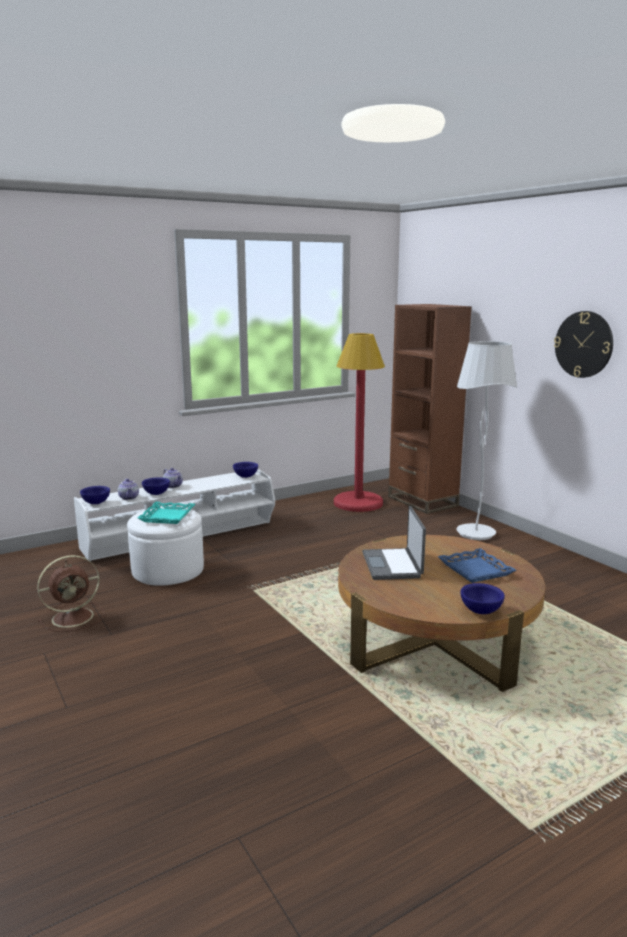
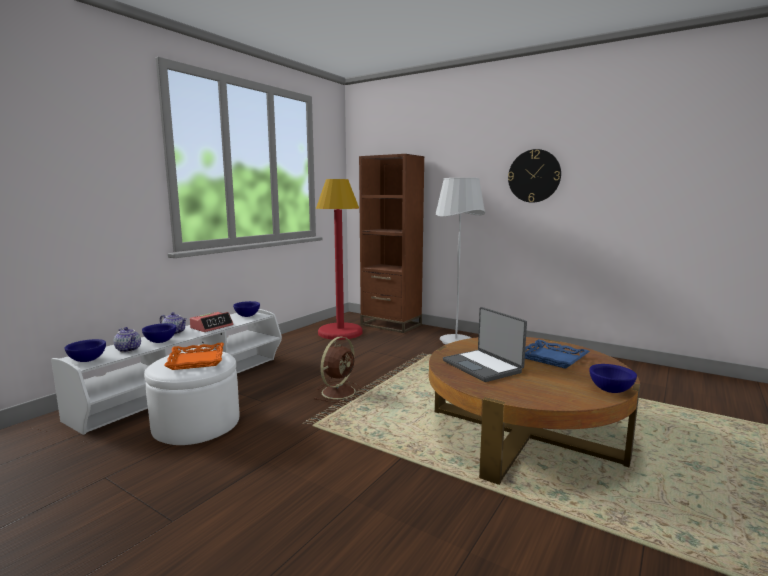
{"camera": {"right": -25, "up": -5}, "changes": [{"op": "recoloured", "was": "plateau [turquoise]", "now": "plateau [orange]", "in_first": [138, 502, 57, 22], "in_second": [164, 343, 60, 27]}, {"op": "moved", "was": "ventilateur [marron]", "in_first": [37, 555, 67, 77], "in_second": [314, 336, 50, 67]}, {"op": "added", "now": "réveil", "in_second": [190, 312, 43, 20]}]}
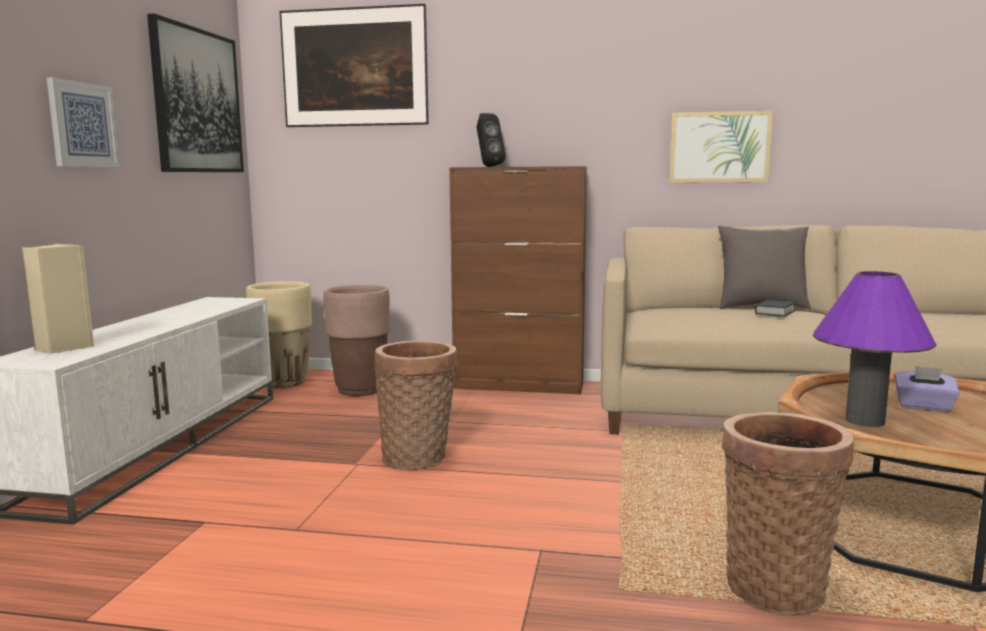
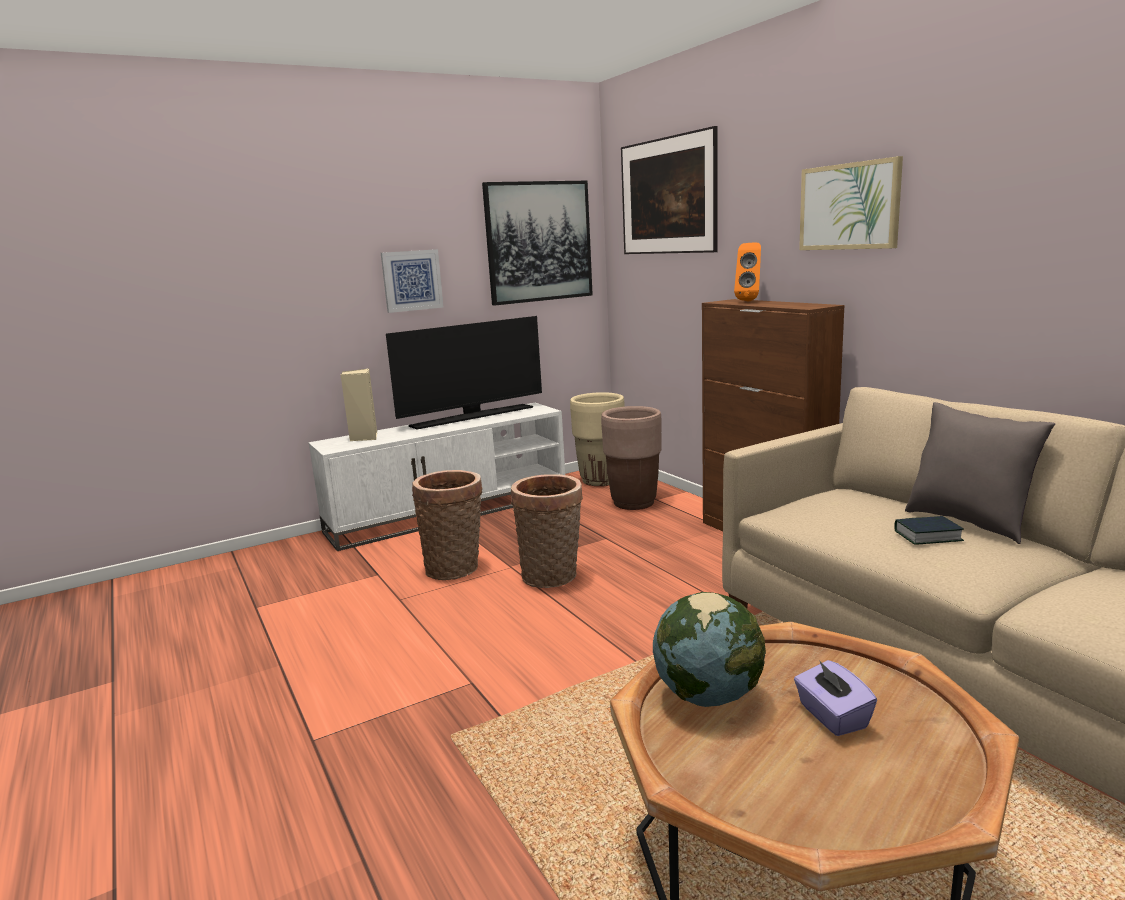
{"camera": {"right": 50, "up": 5}, "changes": [{"op": "moved", "was": "tableau", "in_first": [669, 111, 104, 72], "in_second": [799, 156, 104, 94]}, {"op": "recoloured", "was": "enceinte [noir]", "now": "enceinte [orange]", "in_first": [477, 113, 29, 54], "in_second": [734, 243, 27, 58]}, {"op": "replaced", "was": "lampe de table [violet]", "now": "globe", "in_first": [813, 271, 124, 156], "in_second": [653, 592, 113, 115]}, {"op": "moved", "was": "panier", "in_first": [722, 412, 131, 204], "in_second": [412, 470, 71, 110]}, {"op": "added", "now": "téléviseur", "in_second": [386, 316, 156, 113]}]}
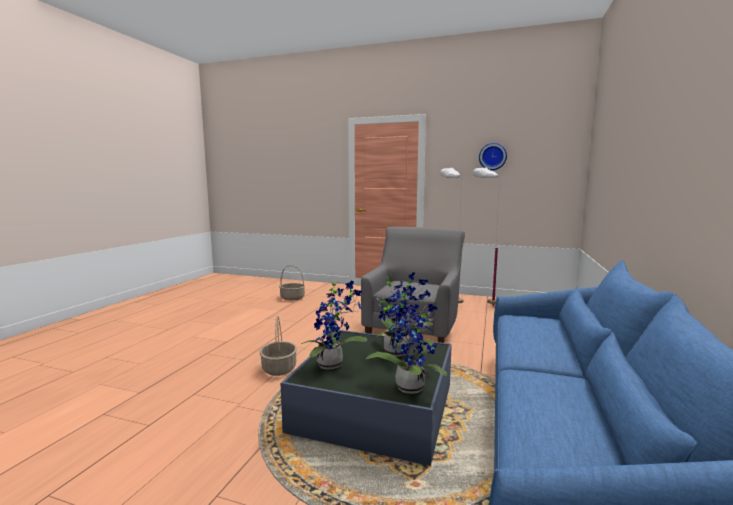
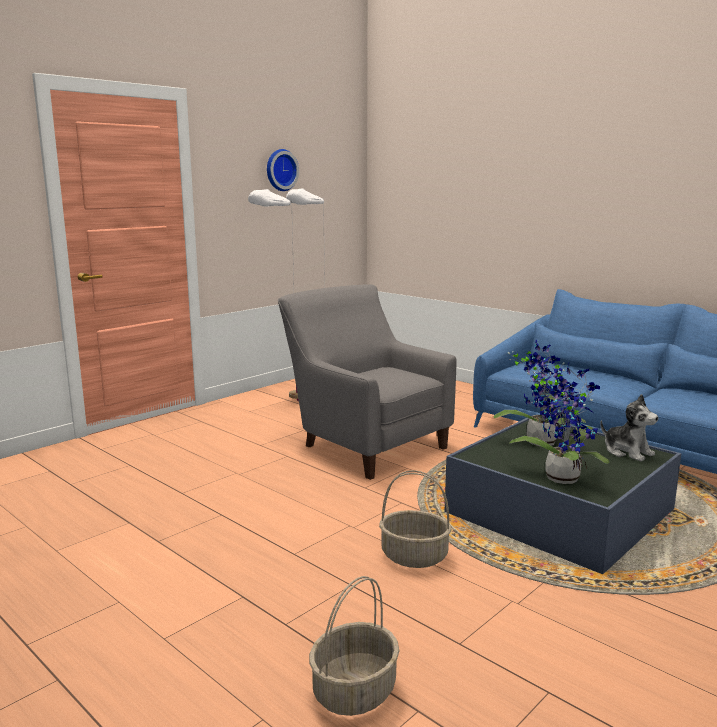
{"camera": {"right": -65, "up": 5}, "changes": [{"op": "moved", "was": "panier", "in_first": [279, 265, 26, 35], "in_second": [309, 576, 90, 140]}, {"op": "replaced", "was": "plante en pot", "now": "peluche", "in_first": [366, 289, 81, 105], "in_second": [600, 394, 58, 68]}]}
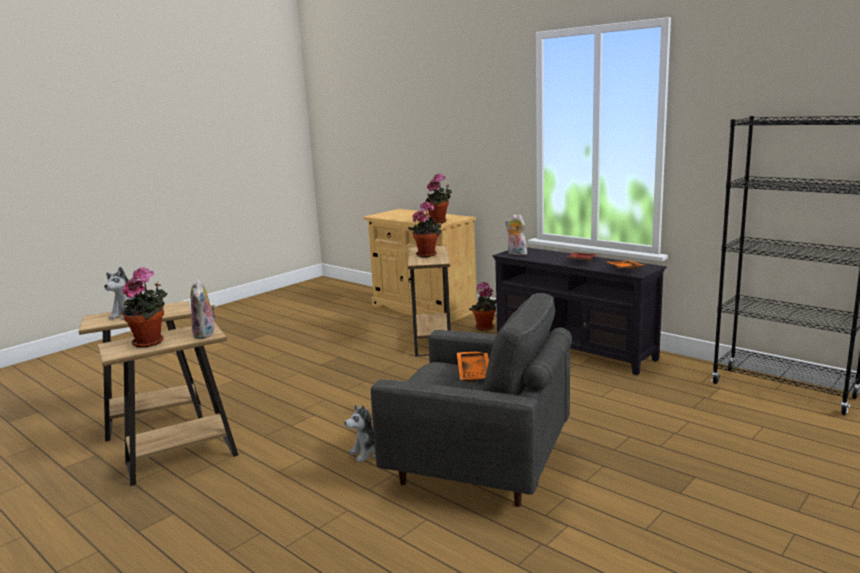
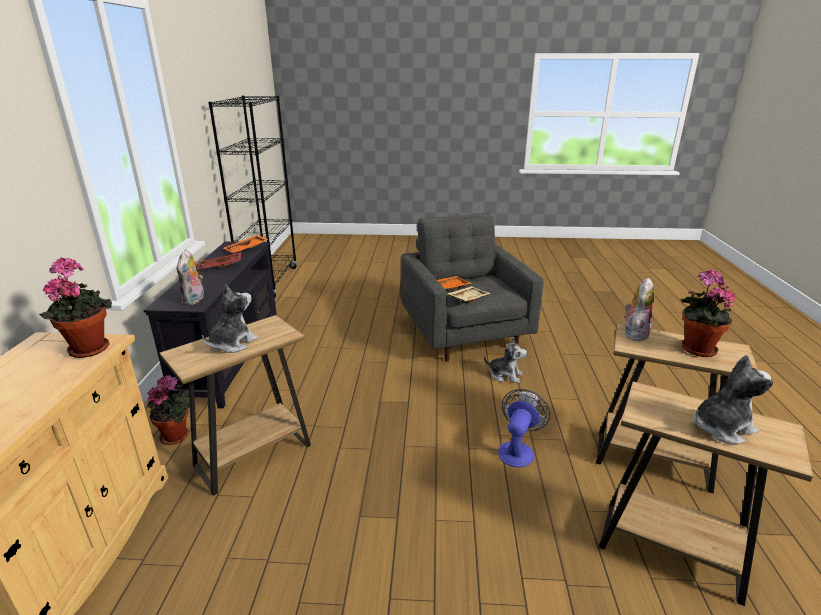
{"camera": {"right": -130, "up": 10}, "changes": [{"op": "replaced", "was": "plante en pot", "now": "peluche", "in_first": [408, 201, 34, 56], "in_second": [202, 284, 57, 69]}, {"op": "added", "now": "plateau [beige]", "in_second": [447, 286, 44, 17]}, {"op": "added", "now": "ventilateur", "in_second": [498, 389, 52, 78]}]}
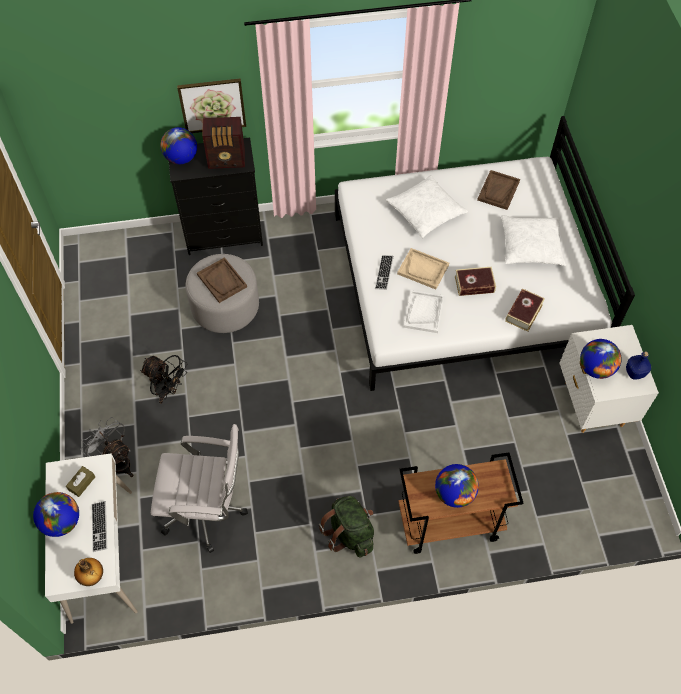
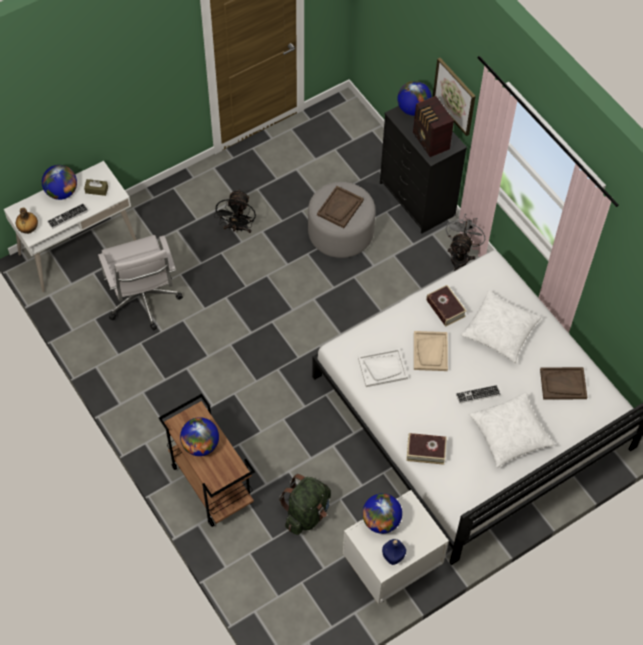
{"camera": {"right": 65, "up": 0}, "changes": [{"op": "moved", "was": "clavier", "in_first": [375, 255, 19, 35], "in_second": [456, 385, 45, 18]}, {"op": "moved", "was": "livre", "in_first": [455, 267, 41, 29], "in_second": [426, 285, 41, 42]}, {"op": "moved", "was": "ventilateur [gris]", "in_first": [81, 417, 52, 60], "in_second": [446, 215, 39, 56]}, {"op": "moved", "was": "sac à dos [vert]", "in_first": [319, 496, 55, 61], "in_second": [279, 474, 52, 61]}]}
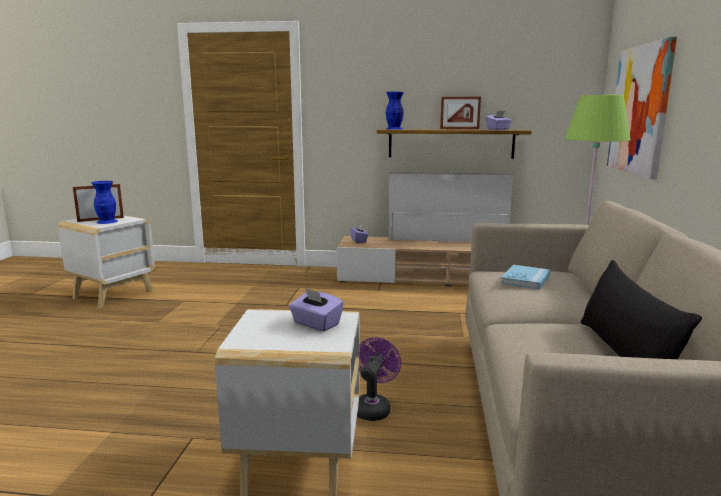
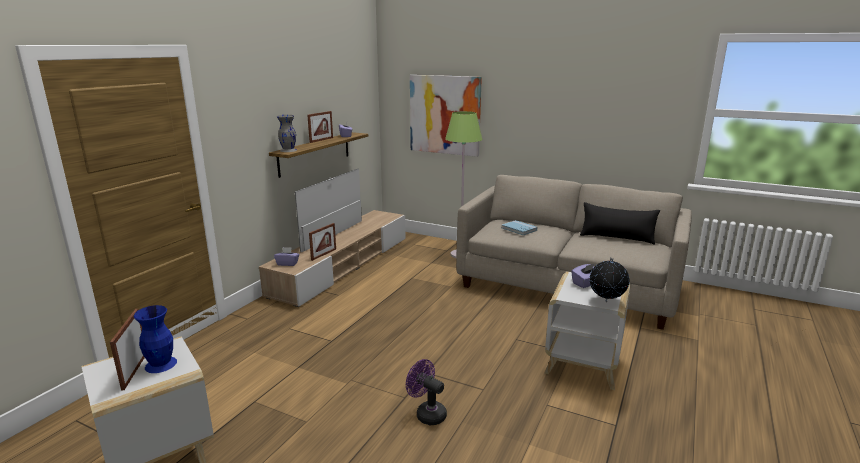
{"camera": {"right": -70, "up": 5}, "changes": [{"op": "recoloured", "was": "vase [bleu]", "now": "vase [gris]", "in_first": [386, 92, 18, 38], "in_second": [277, 115, 20, 37]}, {"op": "moved", "was": "ventilateur [violet]", "in_first": [357, 337, 44, 84], "in_second": [406, 359, 41, 66]}, {"op": "added", "now": "cadre photo", "in_second": [309, 223, 27, 38]}, {"op": "added", "now": "globe", "in_second": [589, 257, 41, 44]}]}
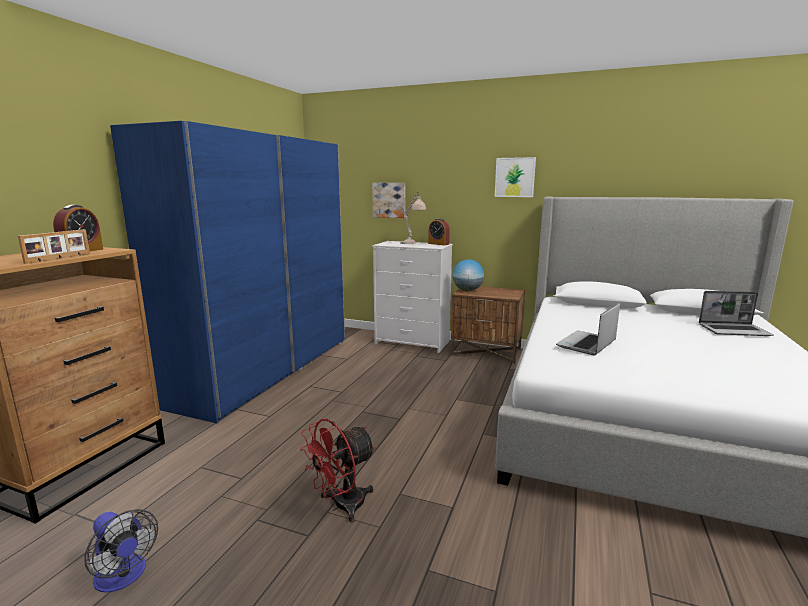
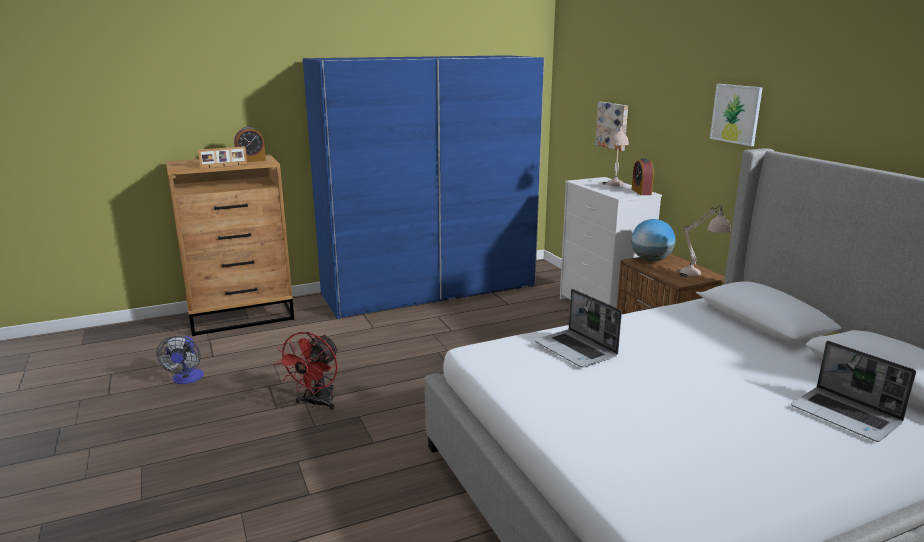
{"camera": {"right": 45, "up": 5}, "changes": [{"op": "turned", "was": "ordinateur portable", "in_first": [556, 303, 64, 52], "in_second": [535, 289, 87, 79], "clockwise": -120}, {"op": "turned", "was": "ventilateur [rouge]", "in_first": [300, 419, 76, 103], "in_second": [276, 332, 63, 78], "clockwise": -75}, {"op": "added", "now": "lampe de table [beige]", "in_second": [678, 205, 53, 72]}]}
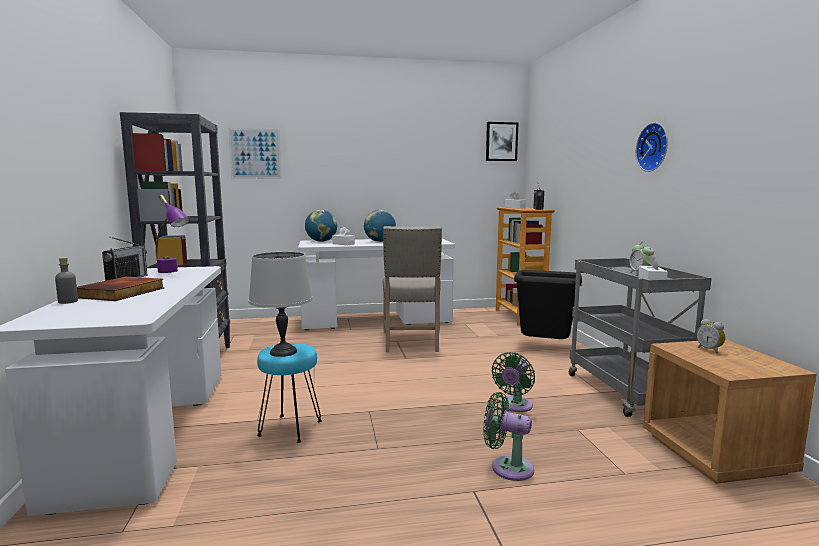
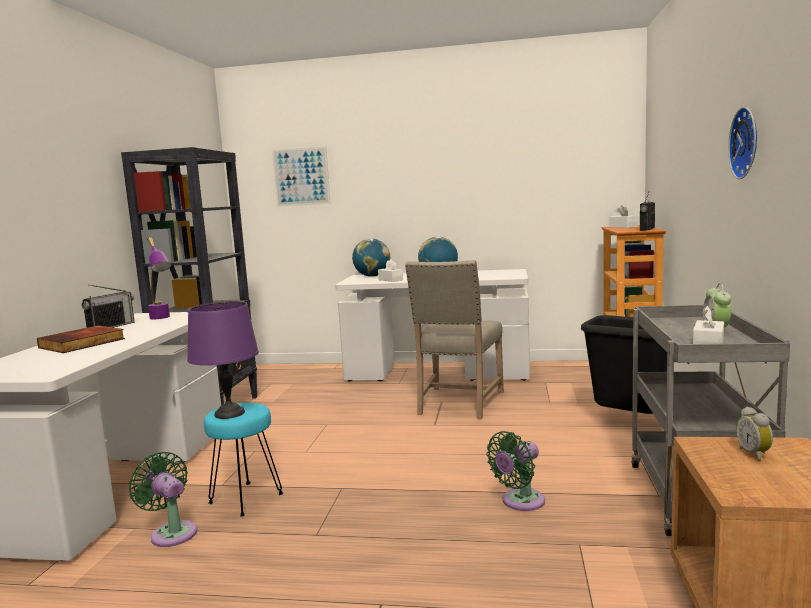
{"camera": {"right": 20, "up": 0}, "changes": [{"op": "removed", "was": "tableau", "in_first": [486, 122, 33, 39]}, {"op": "recoloured", "was": "lampe de table [gris]", "now": "lampe de table [violet]", "in_first": [249, 252, 64, 105], "in_second": [187, 301, 72, 118]}, {"op": "removed", "was": "bouteille [gris]", "in_first": [55, 257, 23, 47]}, {"op": "moved", "was": "ventilateur [vert]", "in_first": [483, 392, 51, 89], "in_second": [129, 452, 68, 95]}]}
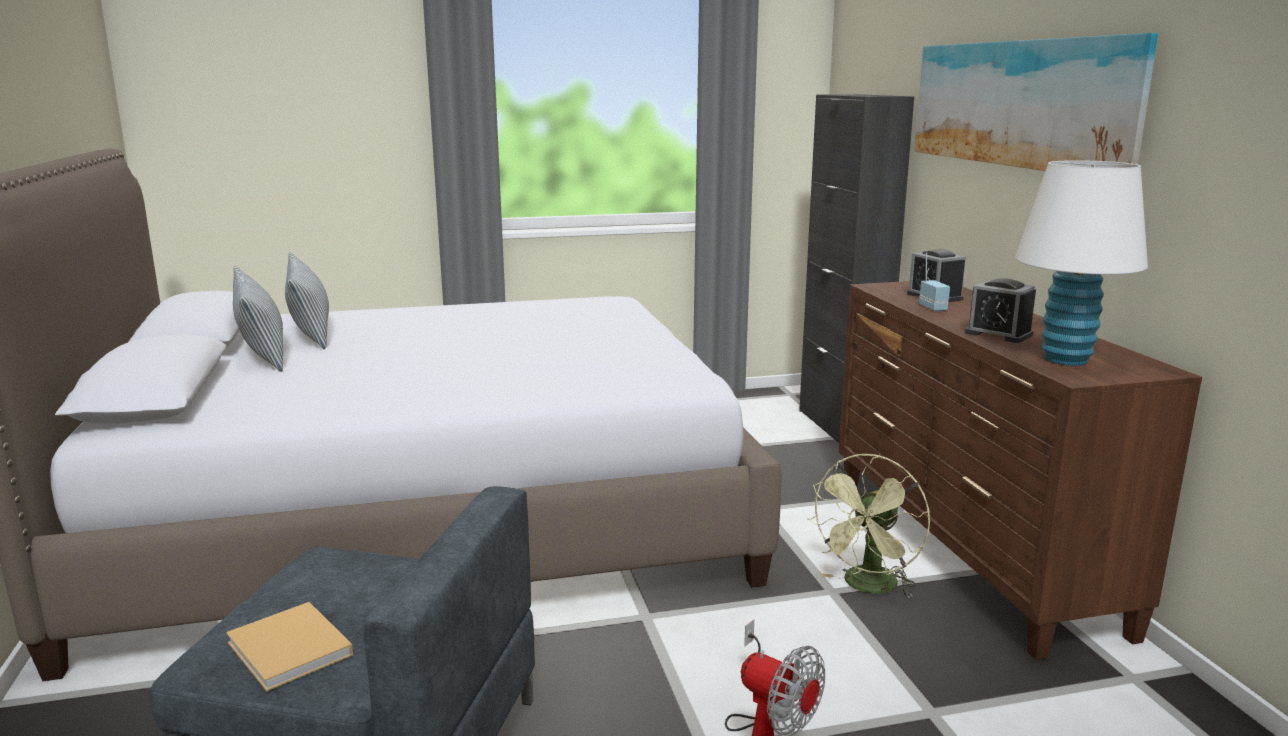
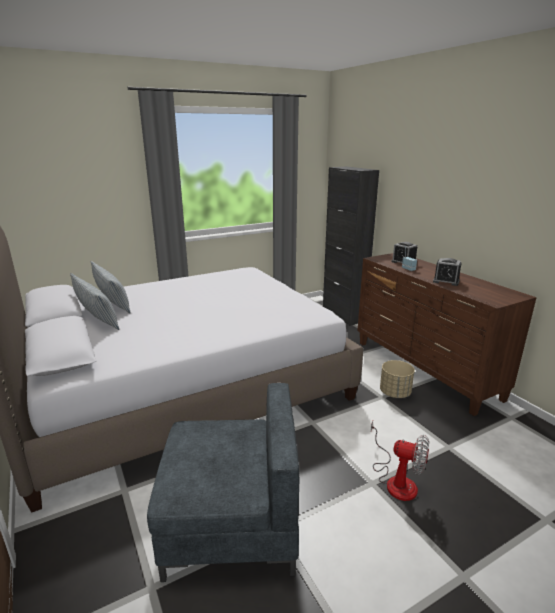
{"camera": {"right": -15, "up": 5}, "changes": [{"op": "removed", "was": "tableau", "in_first": [915, 33, 243, 138]}, {"op": "removed", "was": "lampe de table [blanc]", "in_first": [1015, 160, 133, 206]}, {"op": "replaced", "was": "ventilateur [vert]", "now": "cache-pot [beige]", "in_first": [808, 454, 122, 144], "in_second": [380, 360, 35, 38]}, {"op": "removed", "was": "livre [beige]", "in_first": [226, 602, 127, 90]}]}
